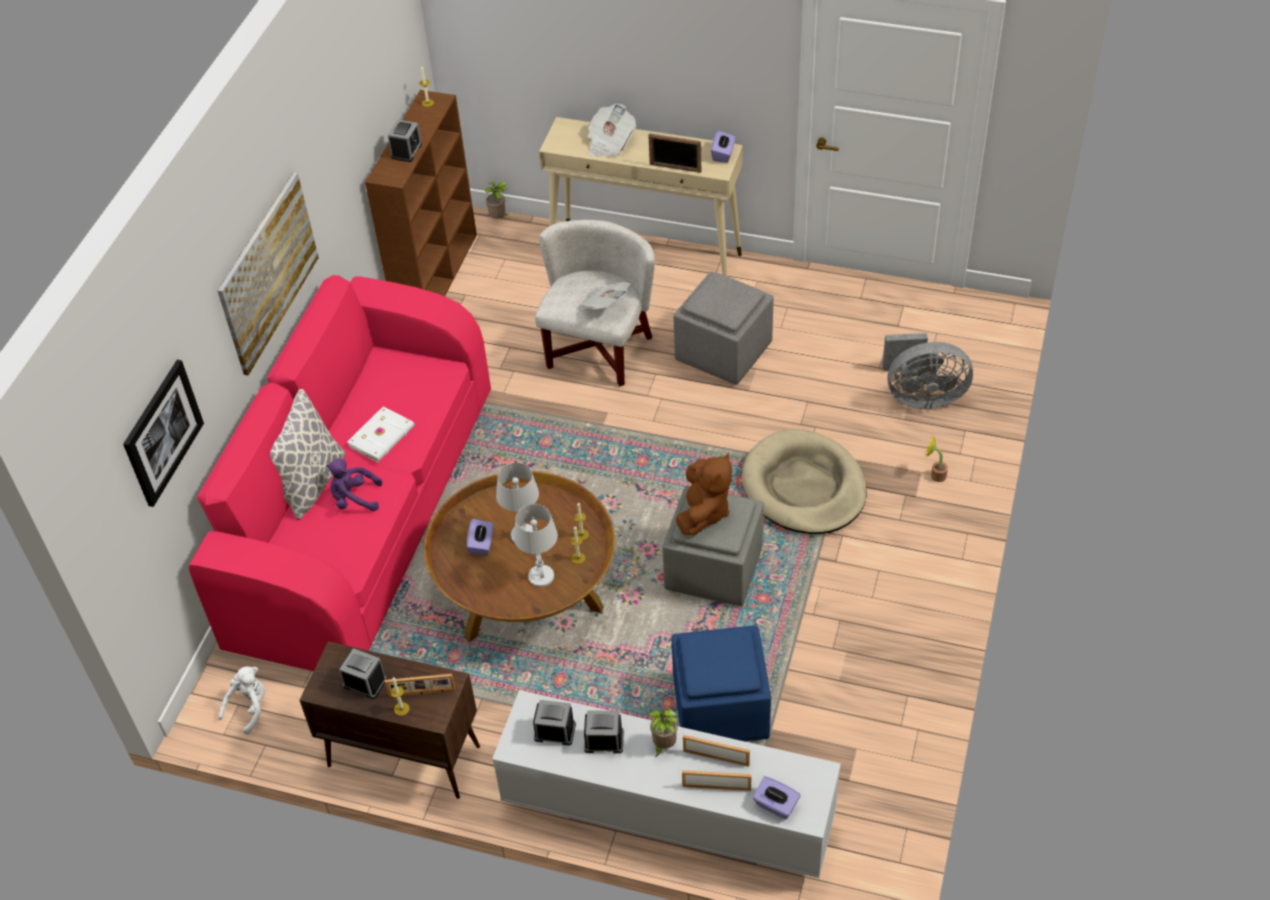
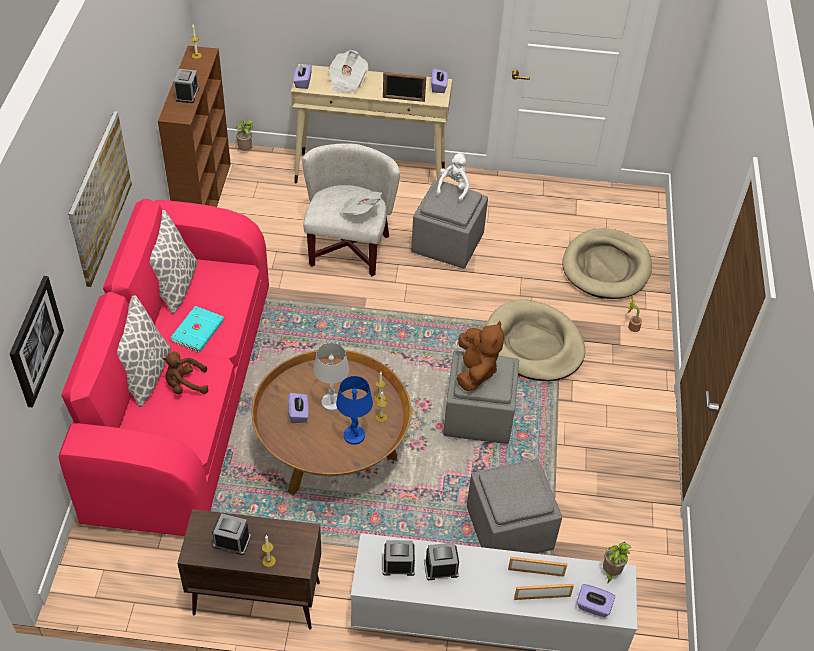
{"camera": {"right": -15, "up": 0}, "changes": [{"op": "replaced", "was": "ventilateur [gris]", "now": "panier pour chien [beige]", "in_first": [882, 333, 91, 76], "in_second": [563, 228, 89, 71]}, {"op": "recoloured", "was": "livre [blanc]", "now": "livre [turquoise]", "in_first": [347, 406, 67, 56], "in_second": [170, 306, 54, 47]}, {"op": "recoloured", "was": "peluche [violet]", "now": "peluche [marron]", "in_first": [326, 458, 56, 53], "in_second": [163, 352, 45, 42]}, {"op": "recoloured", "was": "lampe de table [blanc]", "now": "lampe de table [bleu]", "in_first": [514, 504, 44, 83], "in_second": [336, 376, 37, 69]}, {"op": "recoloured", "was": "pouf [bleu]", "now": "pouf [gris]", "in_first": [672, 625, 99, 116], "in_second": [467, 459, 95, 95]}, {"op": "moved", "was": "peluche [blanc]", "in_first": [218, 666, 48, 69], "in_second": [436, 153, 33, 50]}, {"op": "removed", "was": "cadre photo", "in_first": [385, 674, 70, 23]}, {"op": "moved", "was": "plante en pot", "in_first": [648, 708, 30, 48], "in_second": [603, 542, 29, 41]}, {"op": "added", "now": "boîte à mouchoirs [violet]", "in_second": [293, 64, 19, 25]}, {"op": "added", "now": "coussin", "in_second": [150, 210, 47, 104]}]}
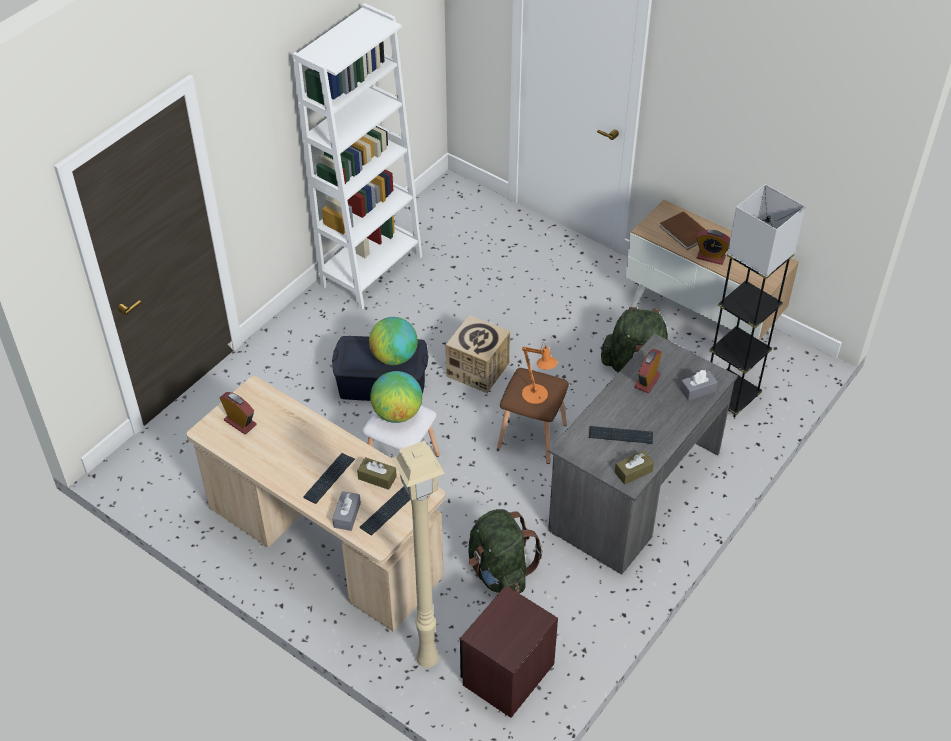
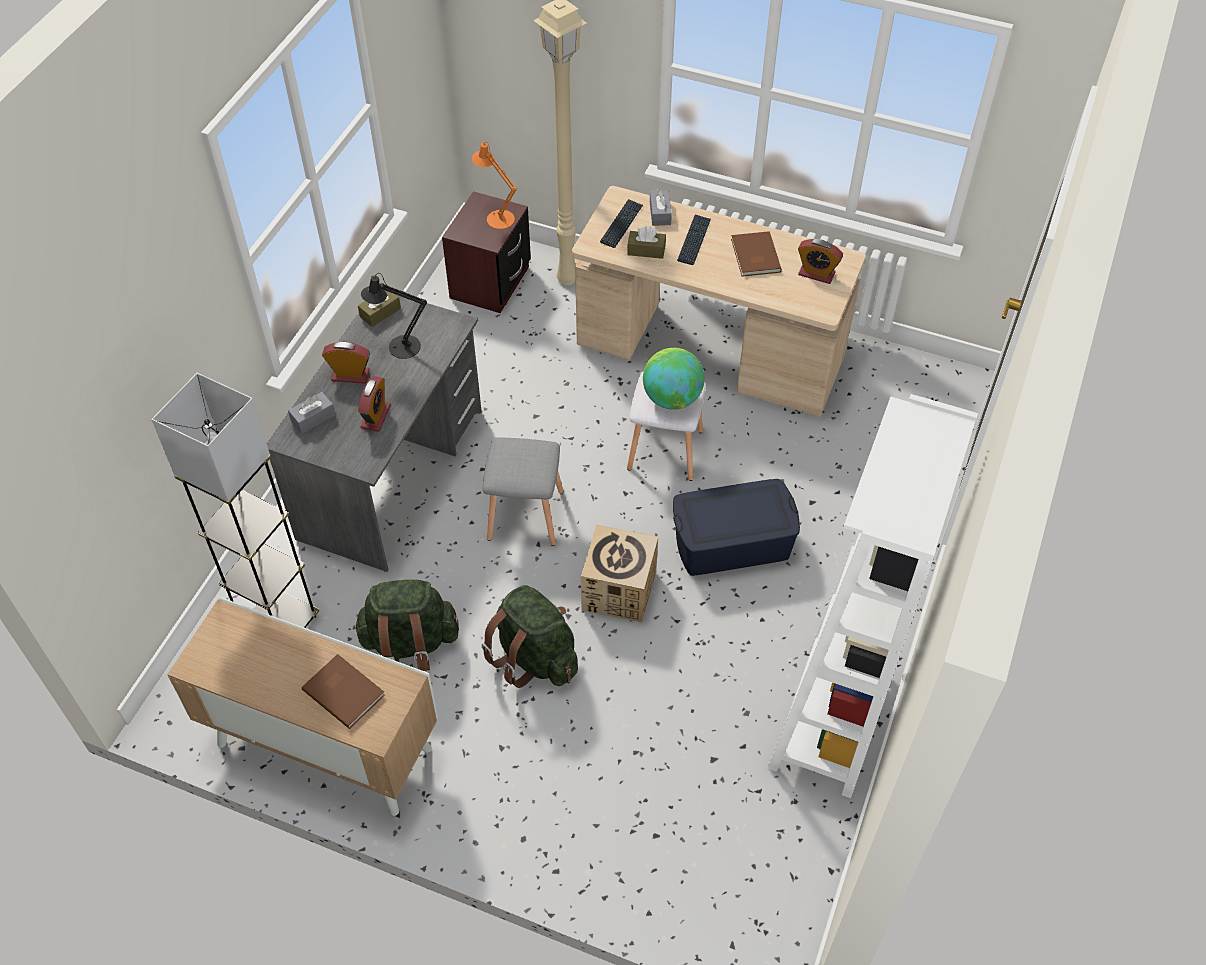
{"camera": {"right": 165, "up": 5}, "changes": [{"op": "moved", "was": "réveil", "in_first": [696, 230, 34, 35], "in_second": [322, 342, 48, 42]}, {"op": "removed", "was": "globe", "in_first": [369, 317, 49, 48]}, {"op": "moved", "was": "lampe de table [orange]", "in_first": [522, 342, 35, 62], "in_second": [472, 142, 45, 87]}, {"op": "recoloured", "was": "tabouret [marron]", "now": "tabouret [gris]", "in_first": [497, 368, 72, 96], "in_second": [482, 437, 82, 109]}, {"op": "replaced", "was": "clavier", "now": "lampe de table [noir]", "in_first": [589, 426, 64, 18], "in_second": [361, 273, 66, 86]}, {"op": "moved", "was": "sac à dos [vert]", "in_first": [468, 509, 75, 84], "in_second": [481, 585, 97, 103]}, {"op": "added", "now": "livre [marron]", "in_second": [731, 231, 51, 46]}]}
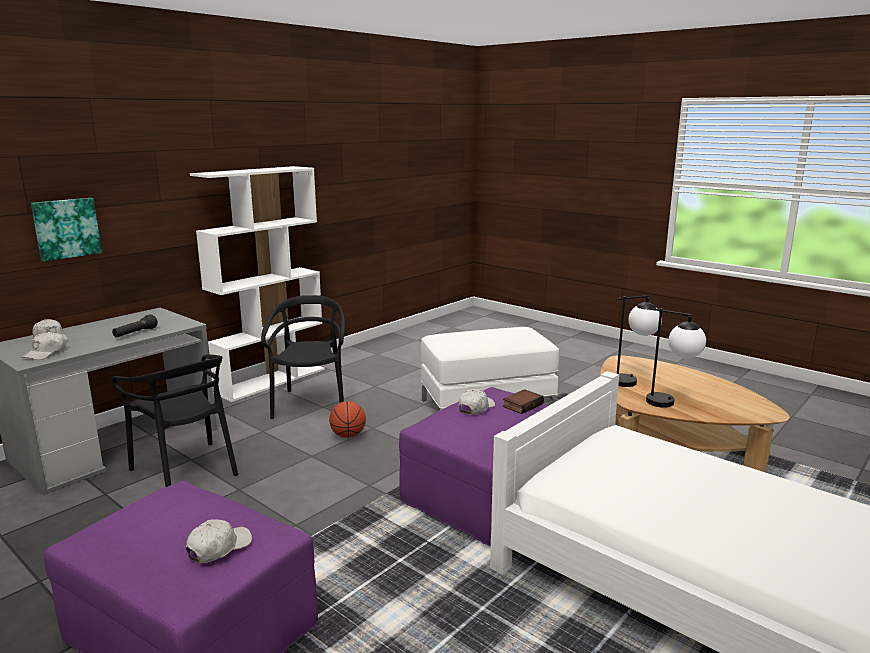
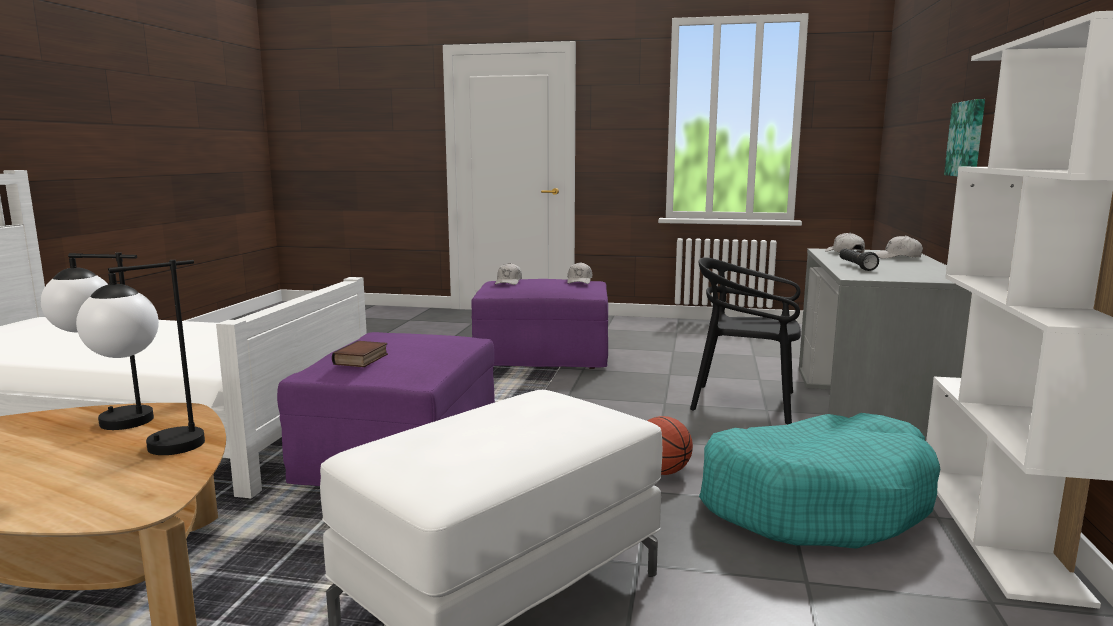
{"camera": {"right": 150, "up": -5}, "changes": [{"op": "replaced", "was": "chaise [noir]", "now": "panier pour chien [turquoise]", "in_first": [261, 295, 84, 124], "in_second": [699, 413, 241, 136]}, {"op": "moved", "was": "casquette [blanc]", "in_first": [458, 389, 37, 26], "in_second": [567, 262, 25, 22]}]}
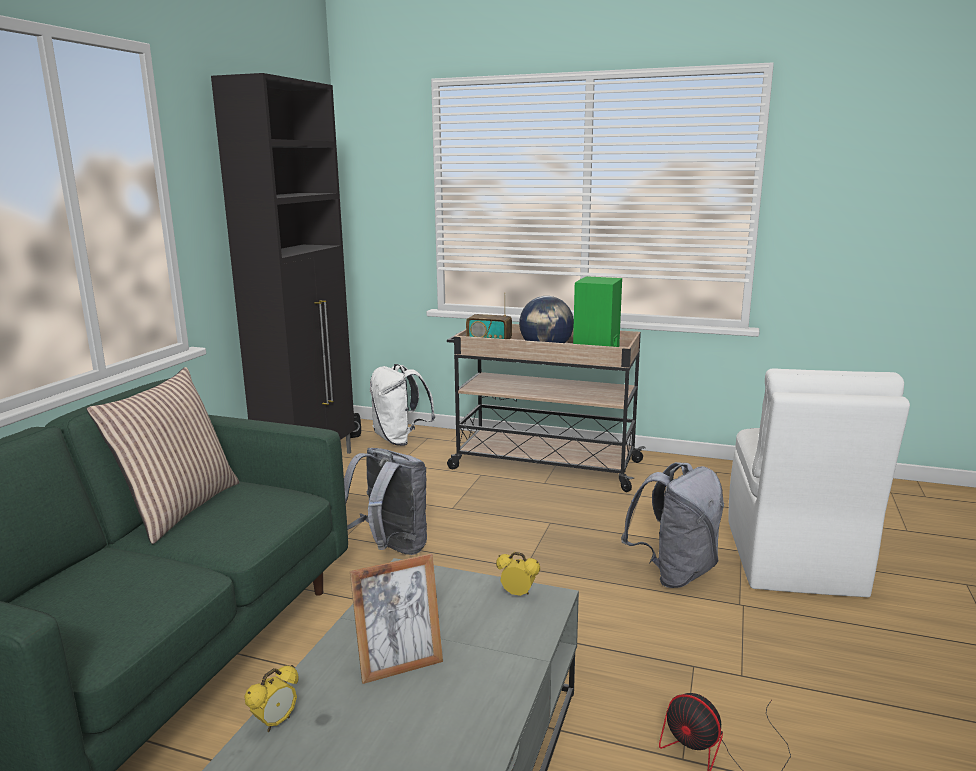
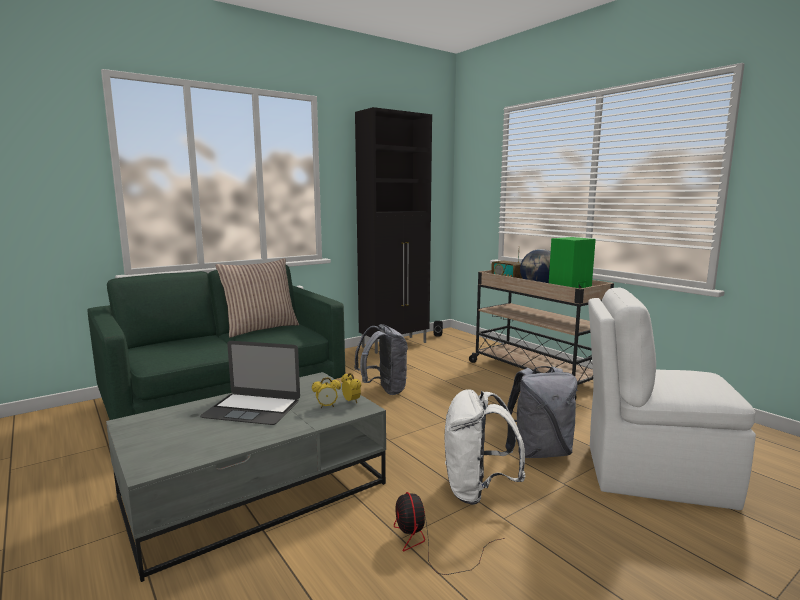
{"camera": {"right": 35, "up": -5}, "changes": [{"op": "moved", "was": "sac à dos [blanc]", "in_first": [370, 364, 66, 82], "in_second": [445, 389, 80, 116]}, {"op": "turned", "was": "chaise [blanc]", "in_first": [728, 368, 182, 230], "in_second": [588, 288, 168, 222], "clockwise": 60}, {"op": "replaced", "was": "cadre photo", "now": "ordinateur portable", "in_first": [350, 553, 93, 131], "in_second": [200, 341, 100, 84]}, {"op": "moved", "was": "réveil", "in_first": [244, 665, 54, 67], "in_second": [312, 377, 29, 31]}]}
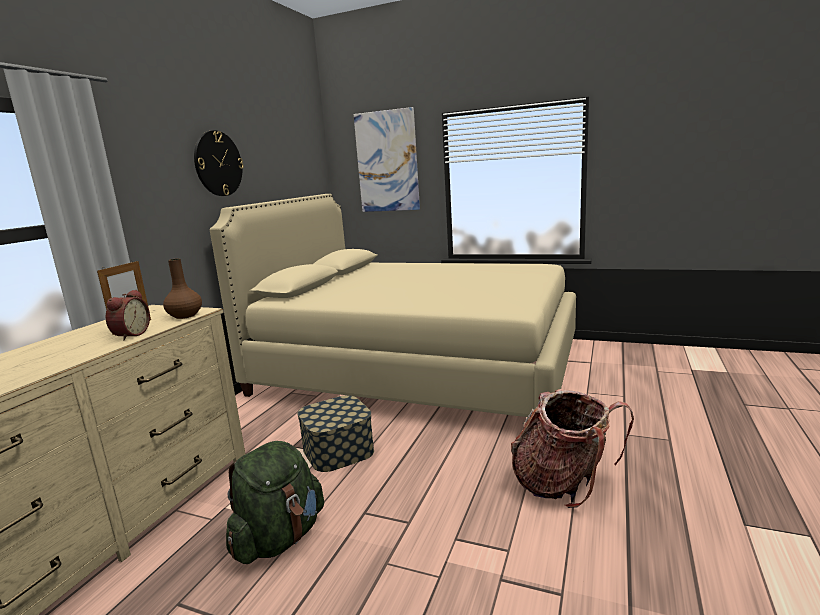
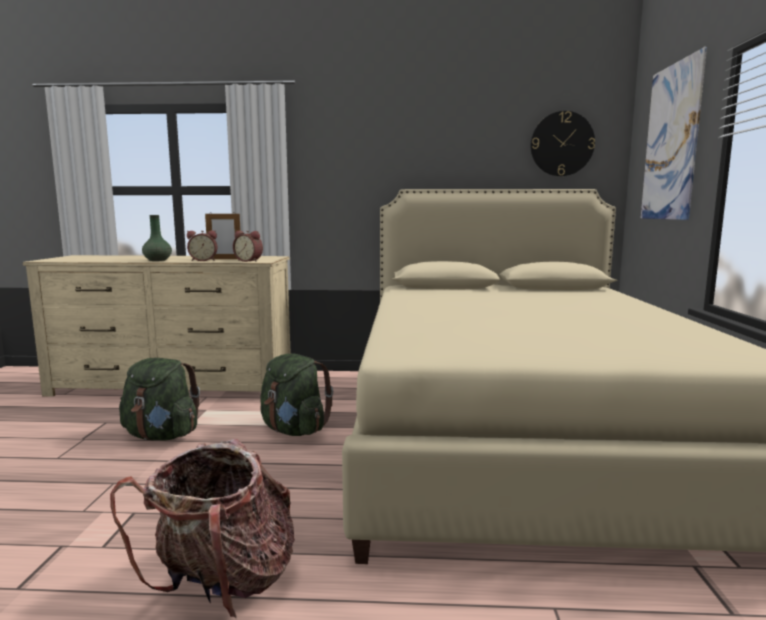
{"camera": {"right": 70, "up": -5}, "changes": [{"op": "moved", "was": "horloge murale", "in_first": [194, 130, 50, 66], "in_second": [531, 111, 64, 65]}, {"op": "replaced", "was": "vase [marron]", "now": "réveil", "in_first": [163, 258, 39, 61], "in_second": [233, 231, 30, 31]}, {"op": "replaced", "was": "boîte de rangement", "now": "sac à dos [vert]", "in_first": [297, 395, 77, 77], "in_second": [260, 353, 73, 83]}, {"op": "added", "now": "vase [vert]", "in_second": [142, 215, 30, 46]}]}
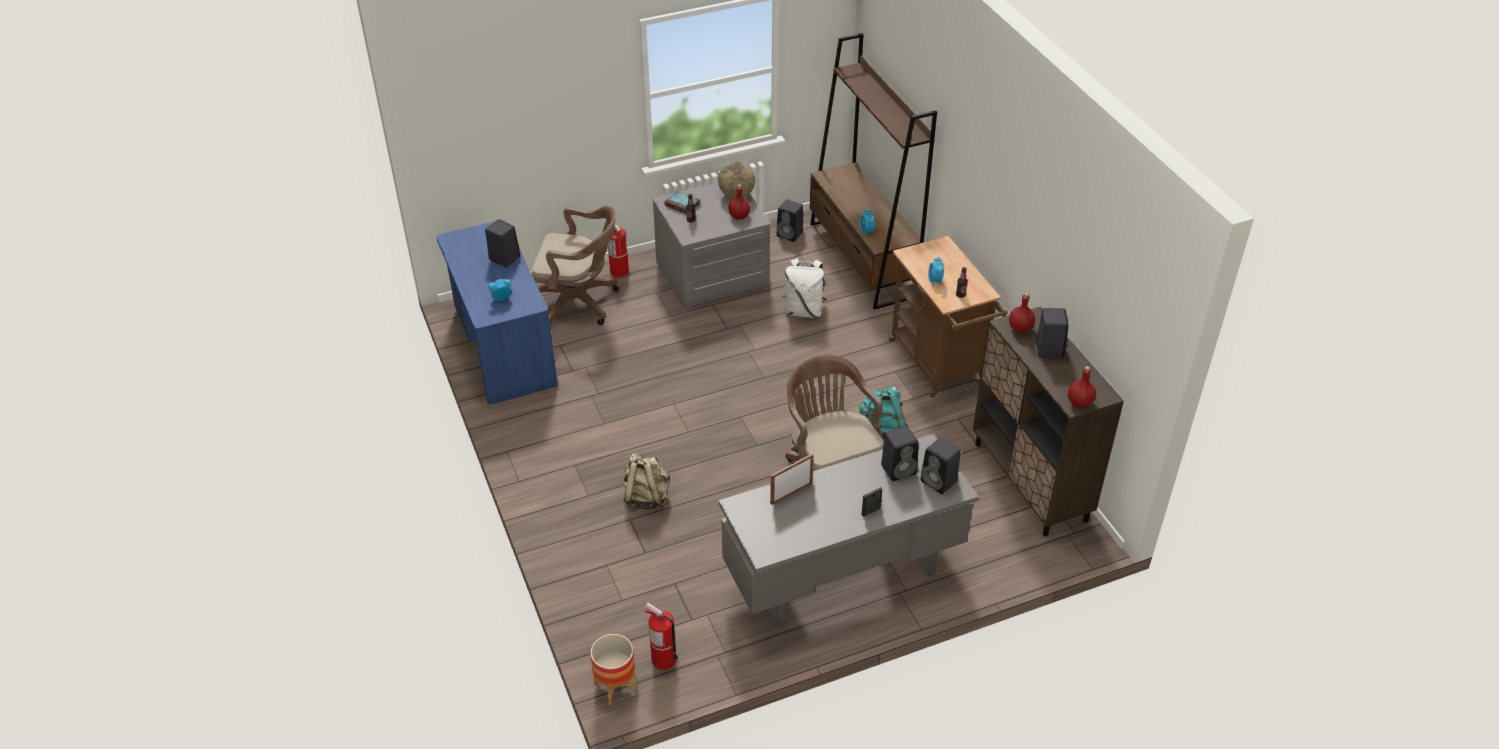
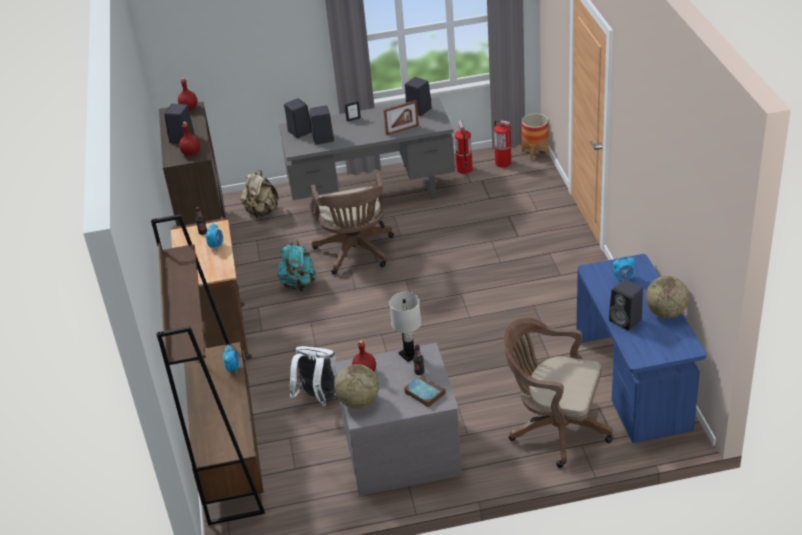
{"camera": {"right": -165, "up": -5}, "changes": [{"op": "moved", "was": "enceinte [noir]", "in_first": [777, 200, 26, 42], "in_second": [405, 77, 27, 39]}, {"op": "moved", "was": "extincteur", "in_first": [608, 224, 21, 53], "in_second": [454, 120, 19, 54]}, {"op": "moved", "was": "sac à dos [beige]", "in_first": [623, 454, 47, 55], "in_second": [240, 170, 39, 48]}, {"op": "added", "now": "globe", "in_second": [646, 276, 43, 42]}, {"op": "added", "now": "lampe de table [blanc]", "in_second": [389, 292, 32, 70]}]}
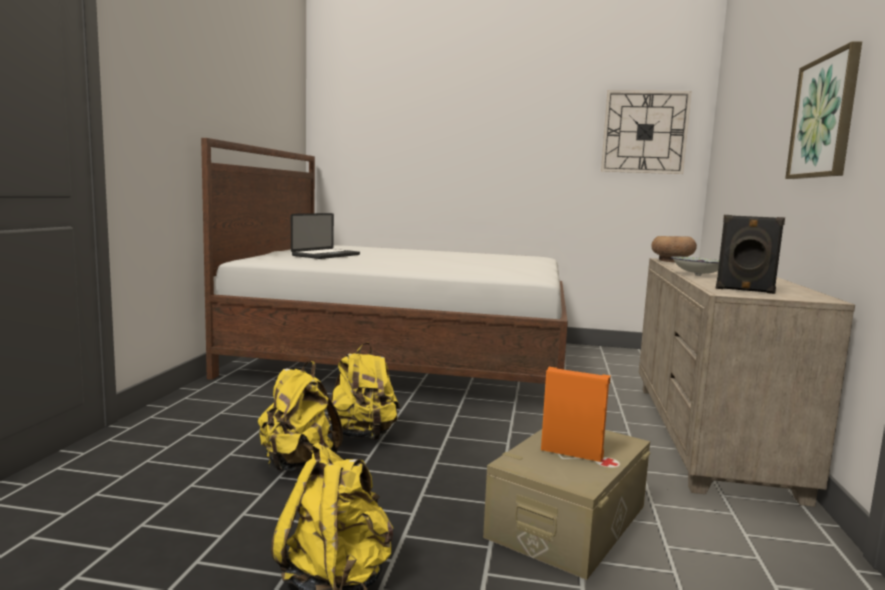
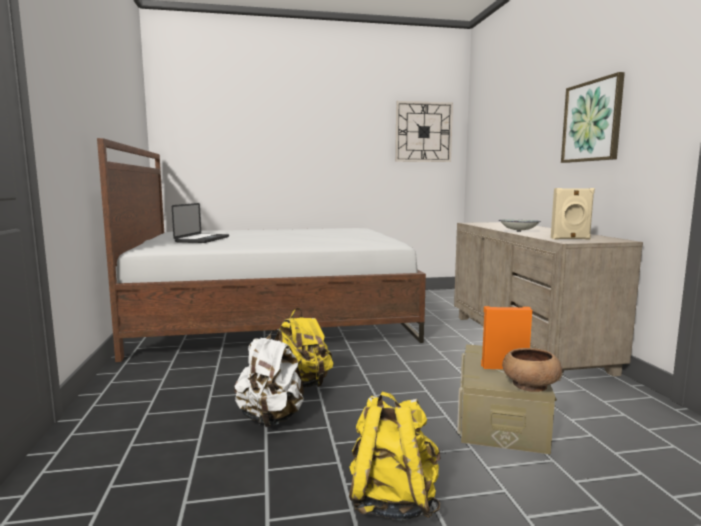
{"camera": {"right": -20, "up": 0}, "changes": [{"op": "recoloured", "was": "enceinte [noir]", "now": "enceinte [beige]", "in_first": [716, 215, 69, 79], "in_second": [551, 188, 44, 52]}, {"op": "moved", "was": "bol [marron]", "in_first": [651, 236, 46, 26], "in_second": [502, 348, 60, 44]}, {"op": "recoloured", "was": "sac à dos [jaune]", "now": "sac à dos [blanc]", "in_first": [258, 361, 85, 110], "in_second": [234, 329, 70, 98]}]}
